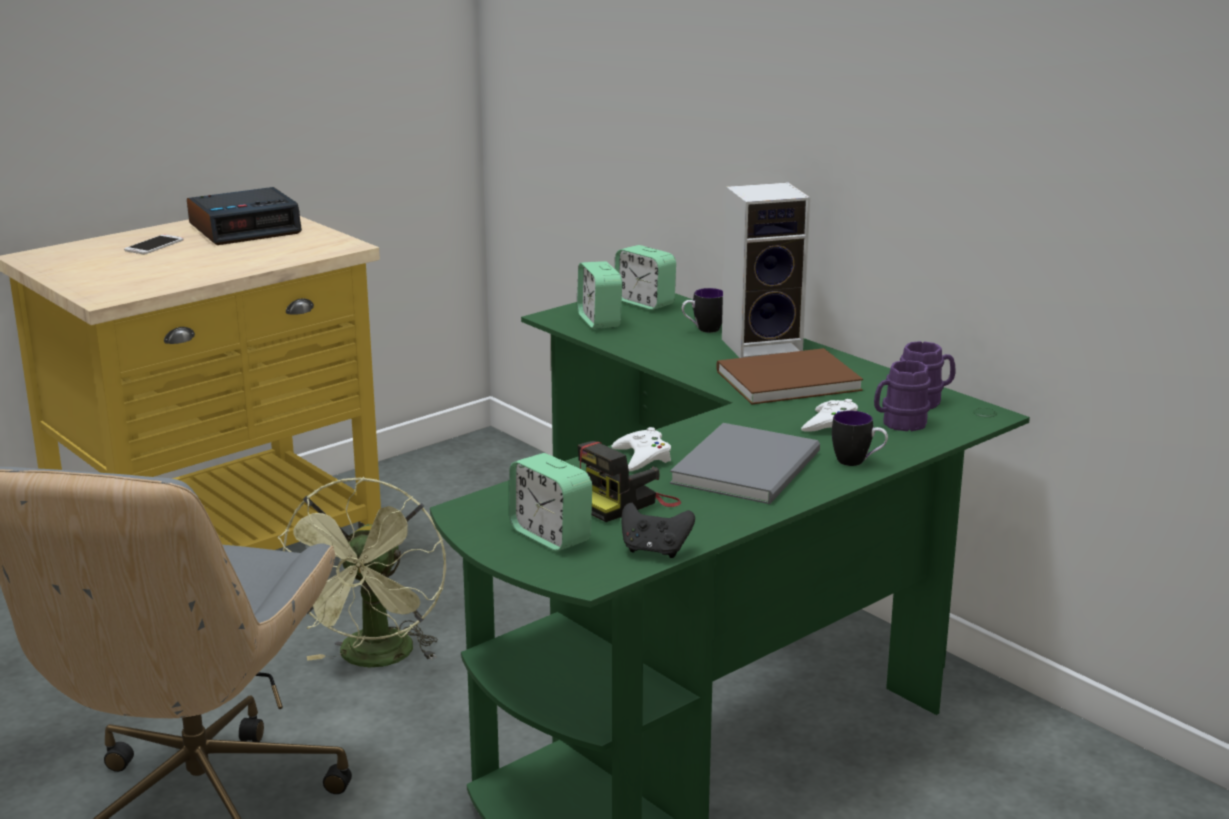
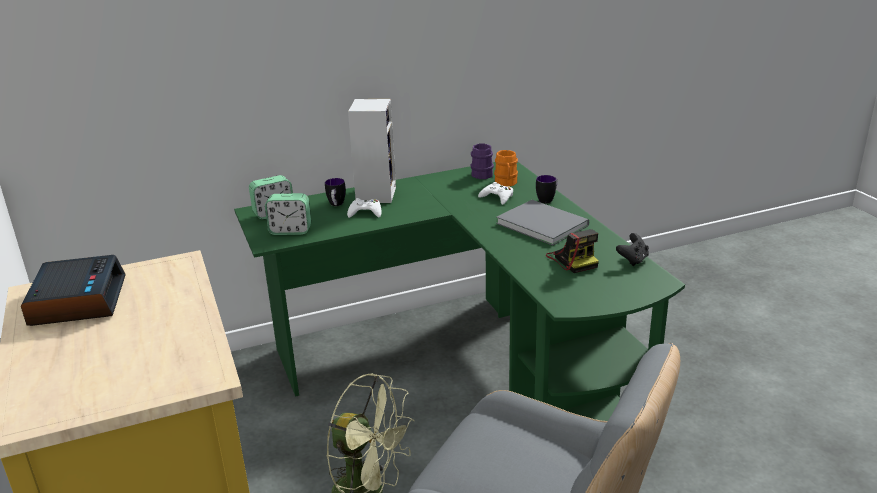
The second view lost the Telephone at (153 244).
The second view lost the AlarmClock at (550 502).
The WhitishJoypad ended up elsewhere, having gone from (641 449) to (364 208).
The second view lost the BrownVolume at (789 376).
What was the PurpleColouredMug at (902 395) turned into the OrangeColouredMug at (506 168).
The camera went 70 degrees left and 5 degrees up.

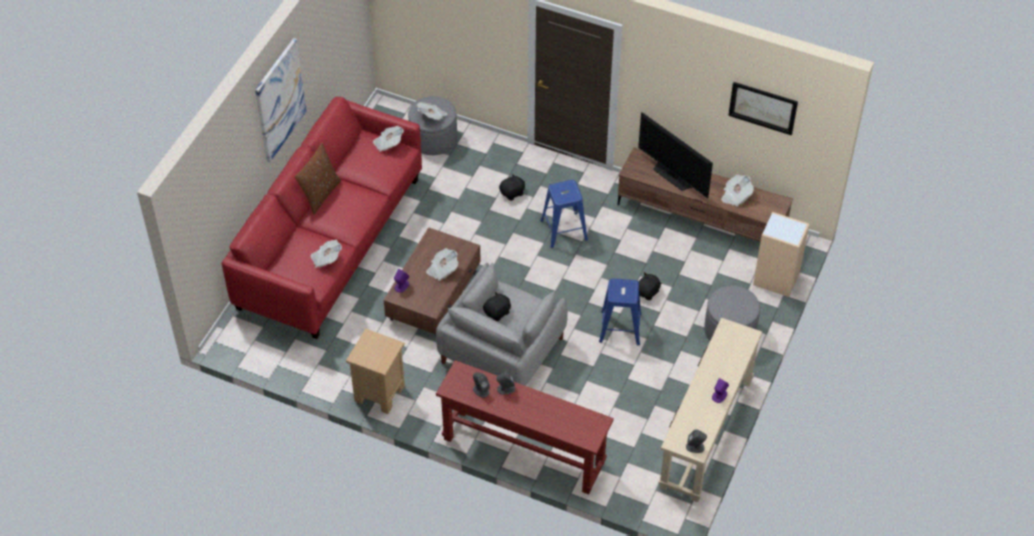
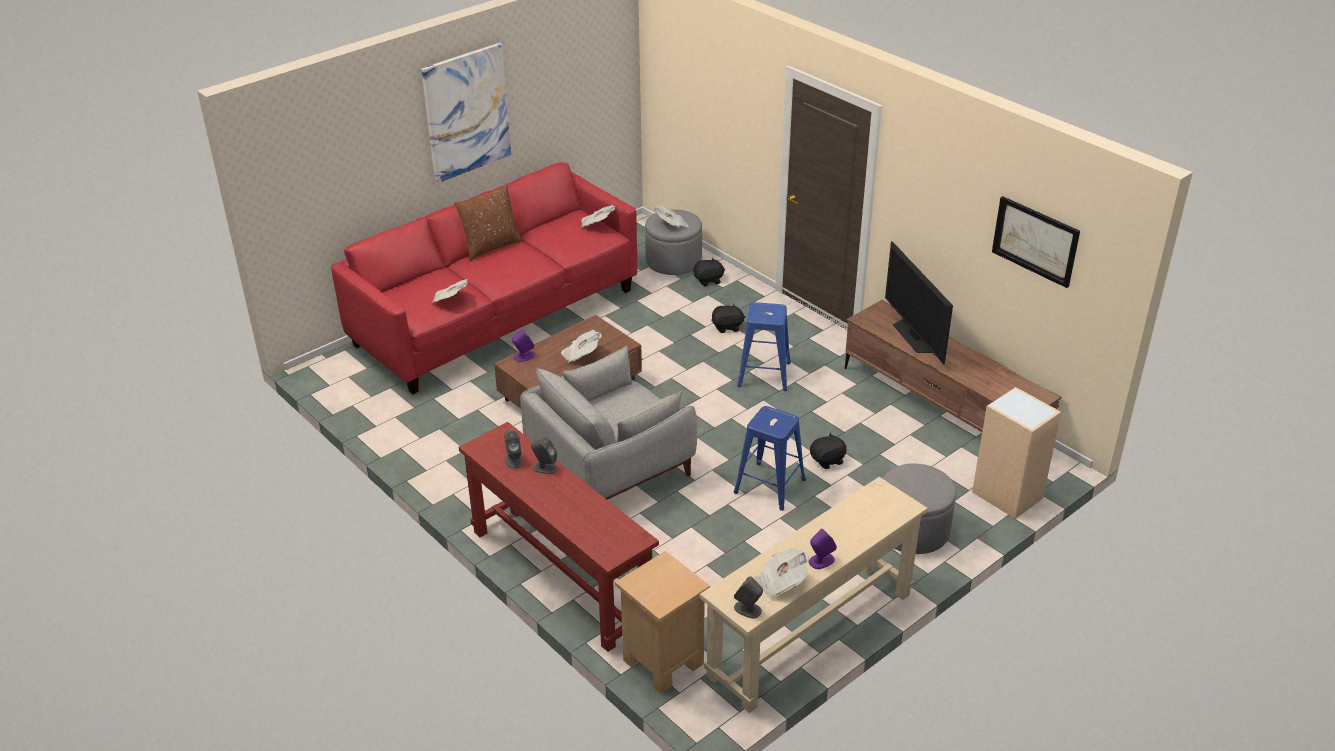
The BeigeColouredNightstand ended up elsewhere, having gone from (375 371) to (662 622).
The BlackColouredCuddlyToy ended up elsewhere, having gone from (497 306) to (709 272).
The Newspaper ended up elsewhere, having gone from (737 191) to (781 572).
The camera went 25 degrees right and 15 degrees down.

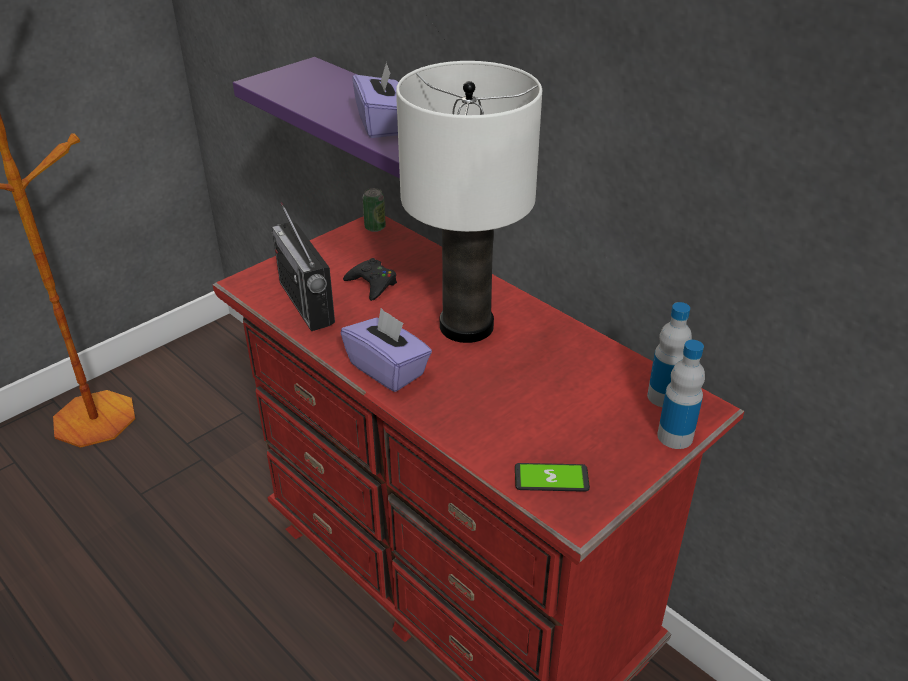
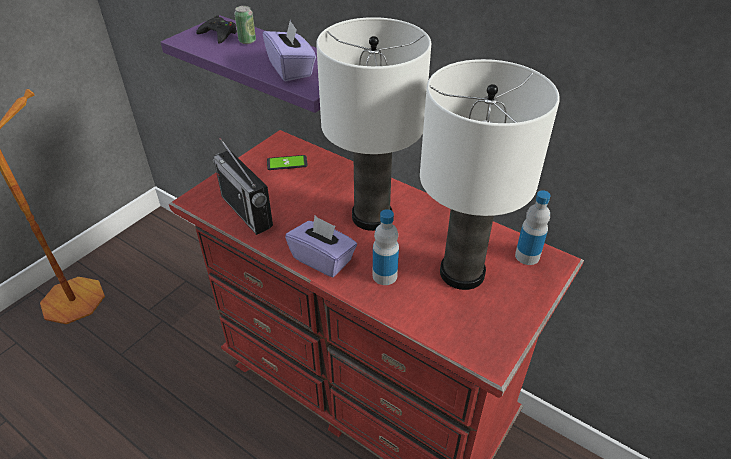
The BlackColouredJoypad ended up elsewhere, having gone from (370 279) to (216 29).
The MetalCan ended up elsewhere, having gone from (374 210) to (245 25).
The Telephone ended up elsewhere, having gone from (552 477) to (287 162).
The DrinkBottle ended up elsewhere, having gone from (681 394) to (386 247).
The second view gained the WhitishLampForATable at (490 174).
The camera went 10 degrees left and 5 degrees up.

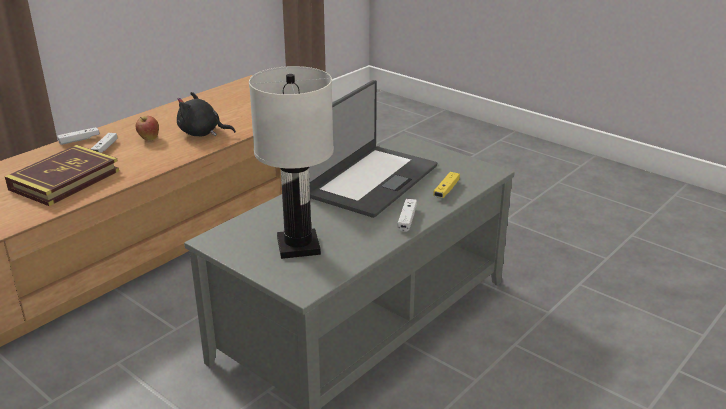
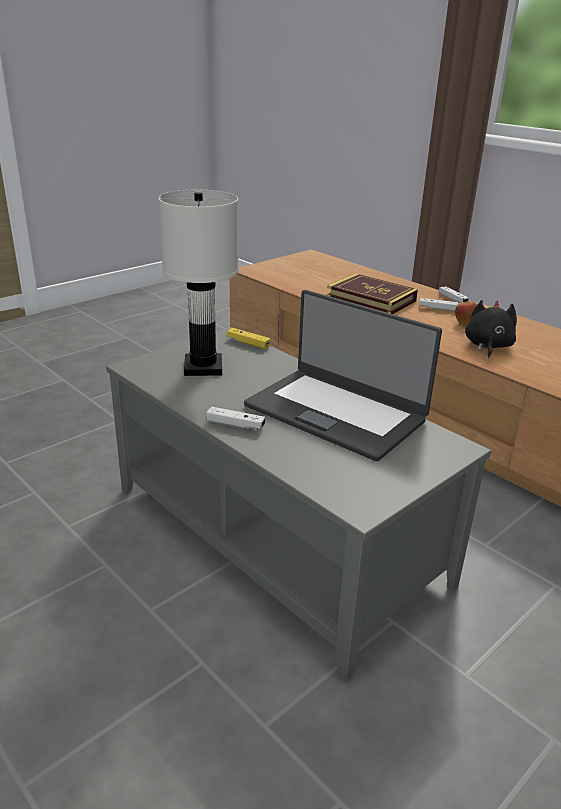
The YellowishJoypad ended up elsewhere, having gone from (446 185) to (248 338).
The camera went 95 degrees right and 0 degrees up.

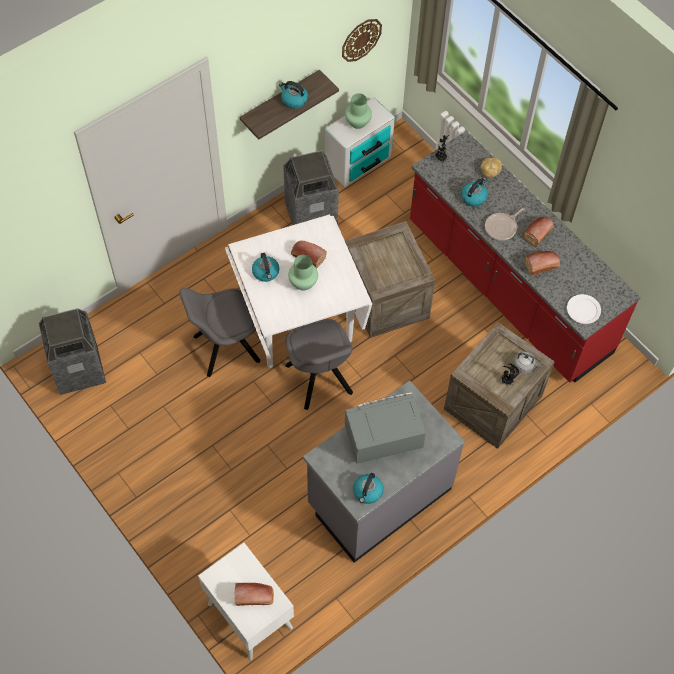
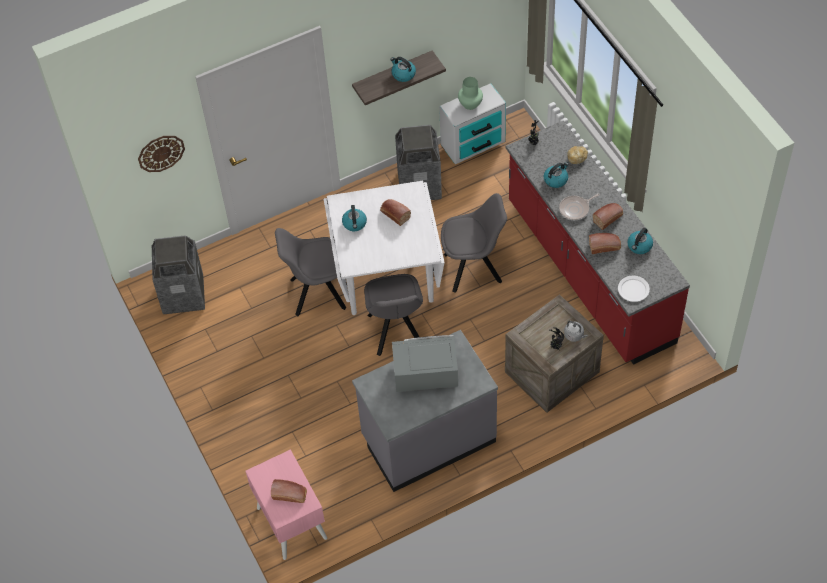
What was the WhitishNightstand at (246 601) turned into the PinkNightstand at (286 504).
The second view lost the GreenishDecorativeVase at (303 272).
The ClockOnTheWall ended up elsewhere, having gone from (362 40) to (161 154).
Where the PackingCrate stood at (390 279), the GrayPlainChair came to stand at (474 243).
The WaterKettle ended up elsewhere, having gone from (368 488) to (640 241).
The camera went 15 degrees right and 5 degrees down.

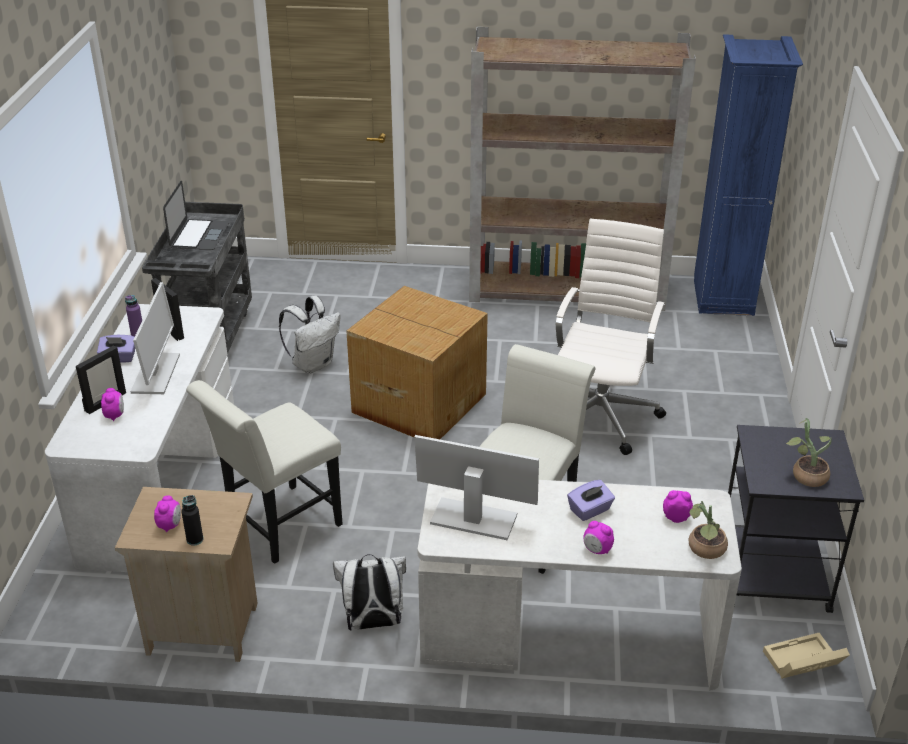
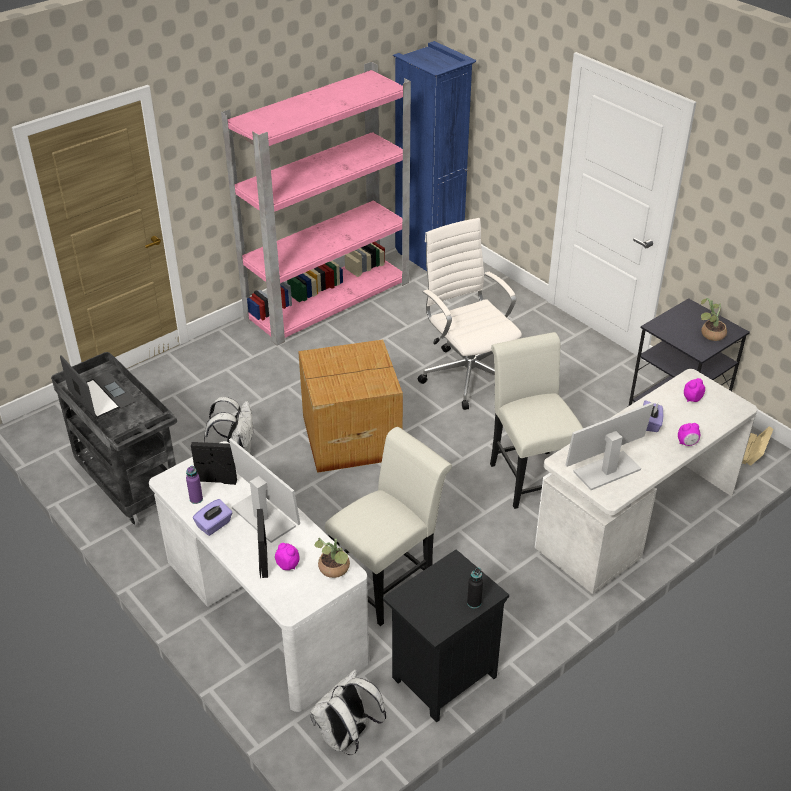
What was the BeigeColouredNightstand at (186 574) turned into the BlackColouredNightstand at (446 635).
The second view lost the AlarmClock at (167 513).
The WhitishPlainChair at (264 472) ended up facing another way, 135 degrees counterclockwise from before.
The WhitishKnapsack ended up elsewhere, having gone from (369 592) to (348 712).
What was the BrownBookshelf at (582 169) turned into the PinkBookshelf at (316 204).
The PlantInAPot ended up elsewhere, having gone from (708 530) to (332 558).
The camera went 45 degrees left and 5 degrees up.

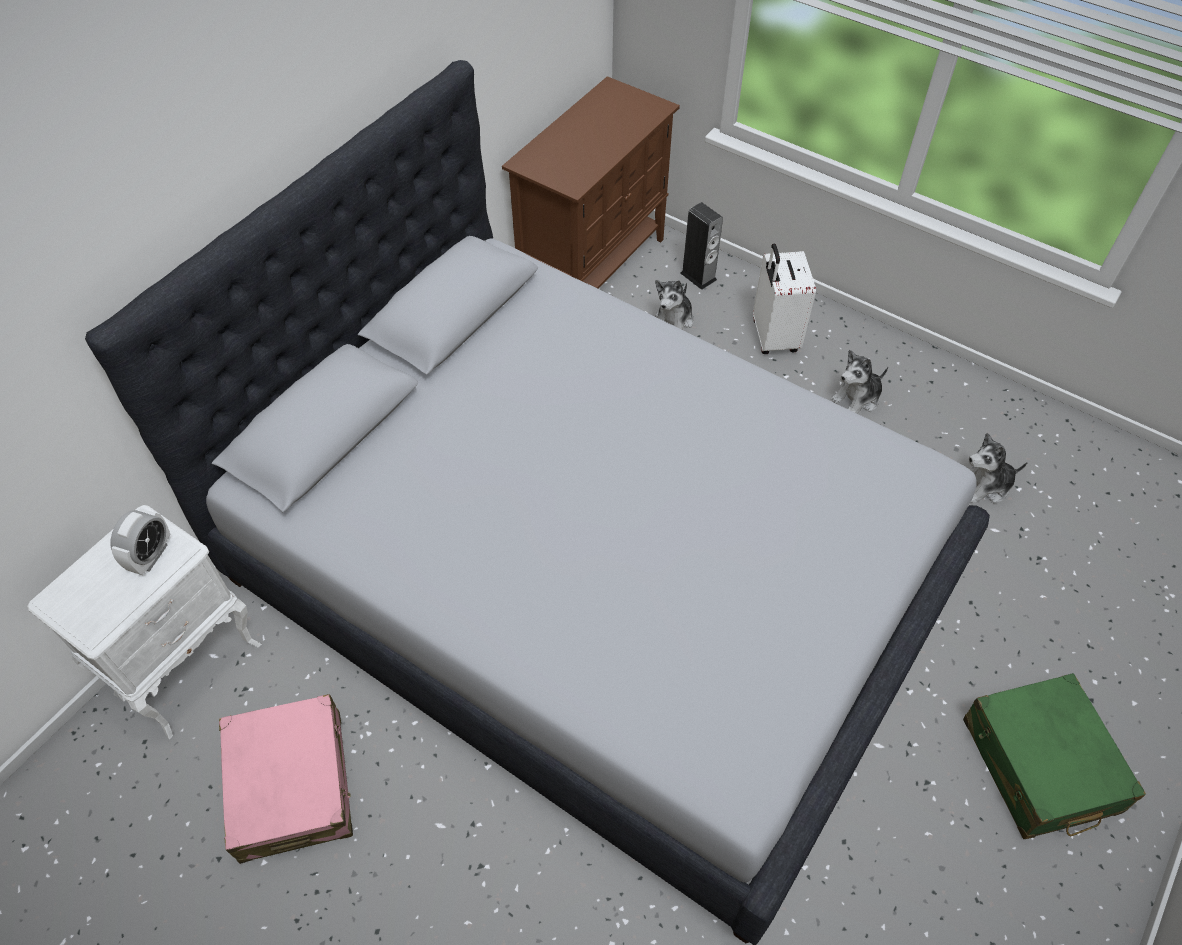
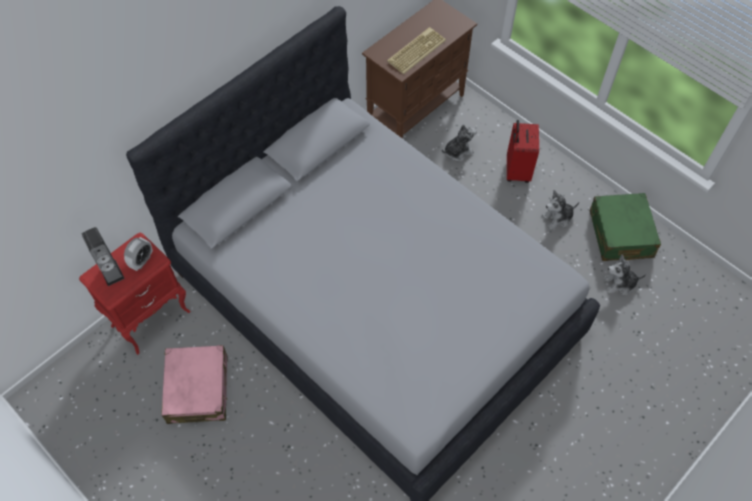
What was the WhitishNightstand at (144 622) turned into the RedColouredNightstand at (135 293).
The CuddlyToy at (674 305) ended up facing another way, 150 degrees counterclockwise from before.
The AudioSpeaker ended up elsewhere, having gone from (701 246) to (103 256).
What was the WhitishTravelCase at (784 299) turned into the RedColouredTravelCase at (523 151).
The GreenishTravelCase ended up elsewhere, having gone from (1054 756) to (625 227).
The second view gained the Keyboard at (416 50).
The camera went 10 degrees right and 5 degrees up.

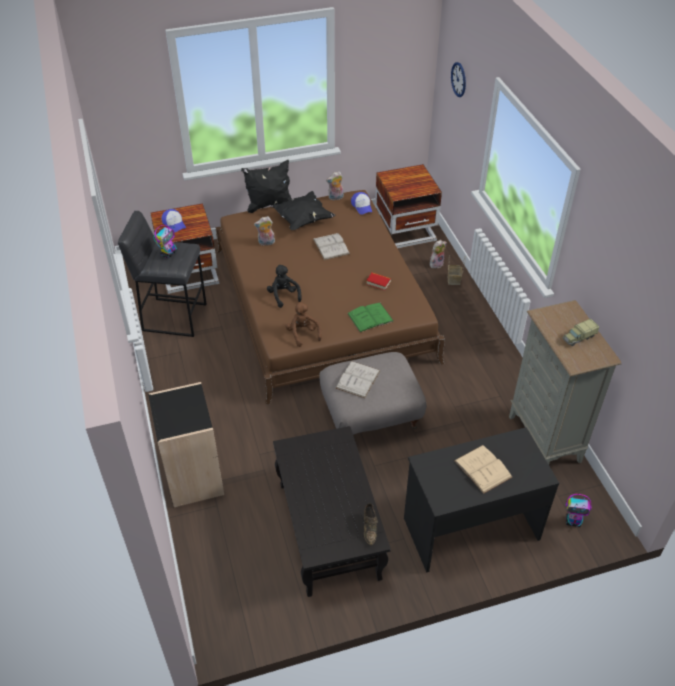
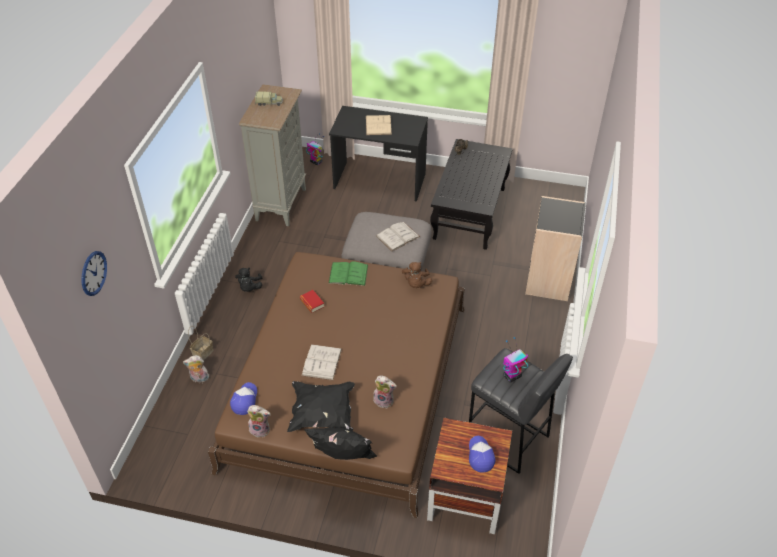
The BlackColouredCuddlyToy ended up elsewhere, having gone from (284 286) to (249 280).
The second view lost the Nightstand at (408 206).
The camera went 150 degrees left and 0 degrees up.

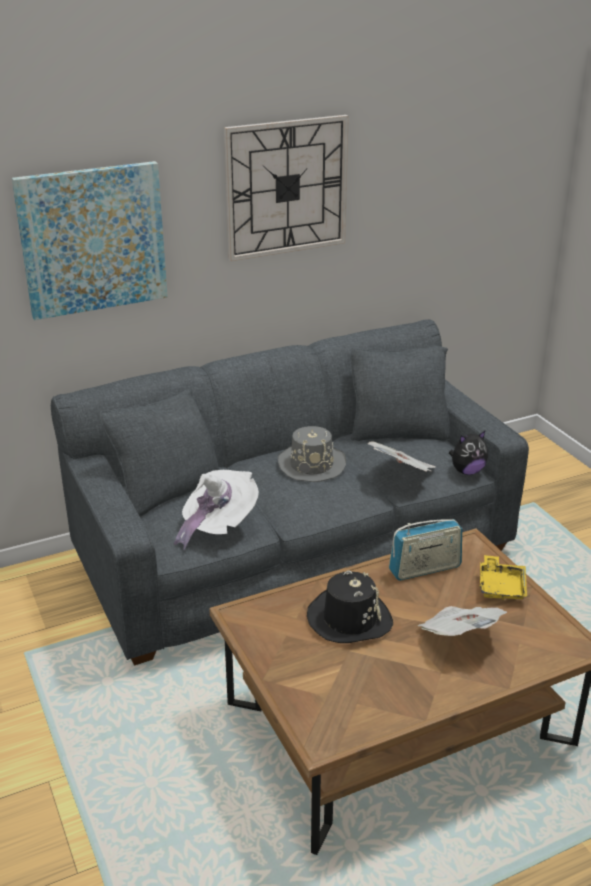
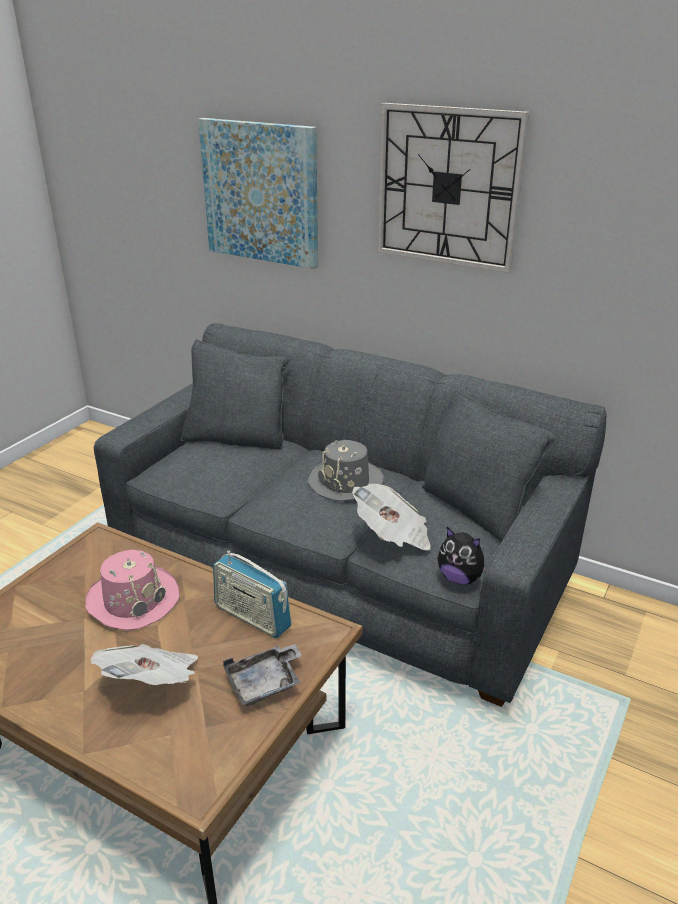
The second view lost the WhitishClothingHat at (216 510).
What was the BlackColouredClothingHat at (350 606) turned into the PinkClothingHat at (132 590).
What was the YellowishTray at (503 577) turned into the GrayTray at (262 675).
The camera went 55 degrees right and 0 degrees up.

